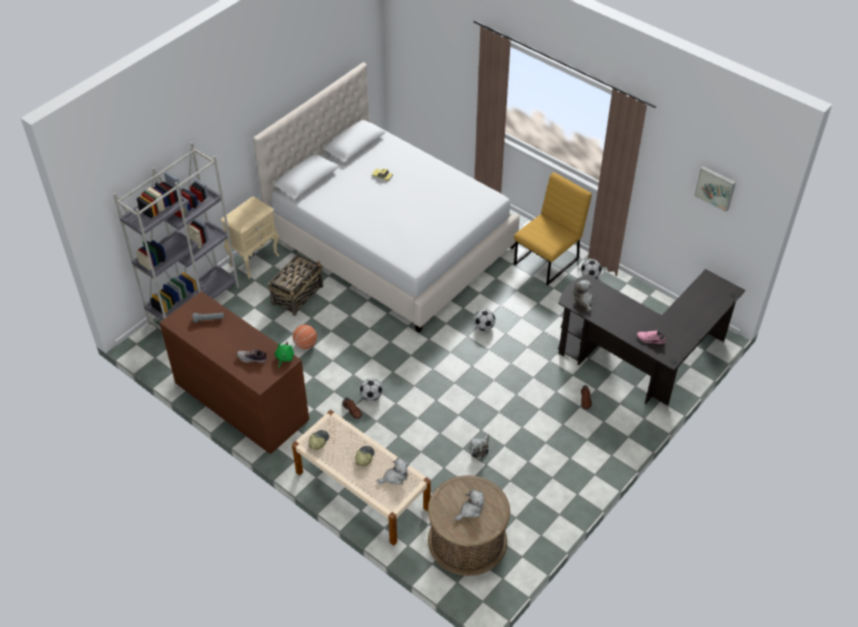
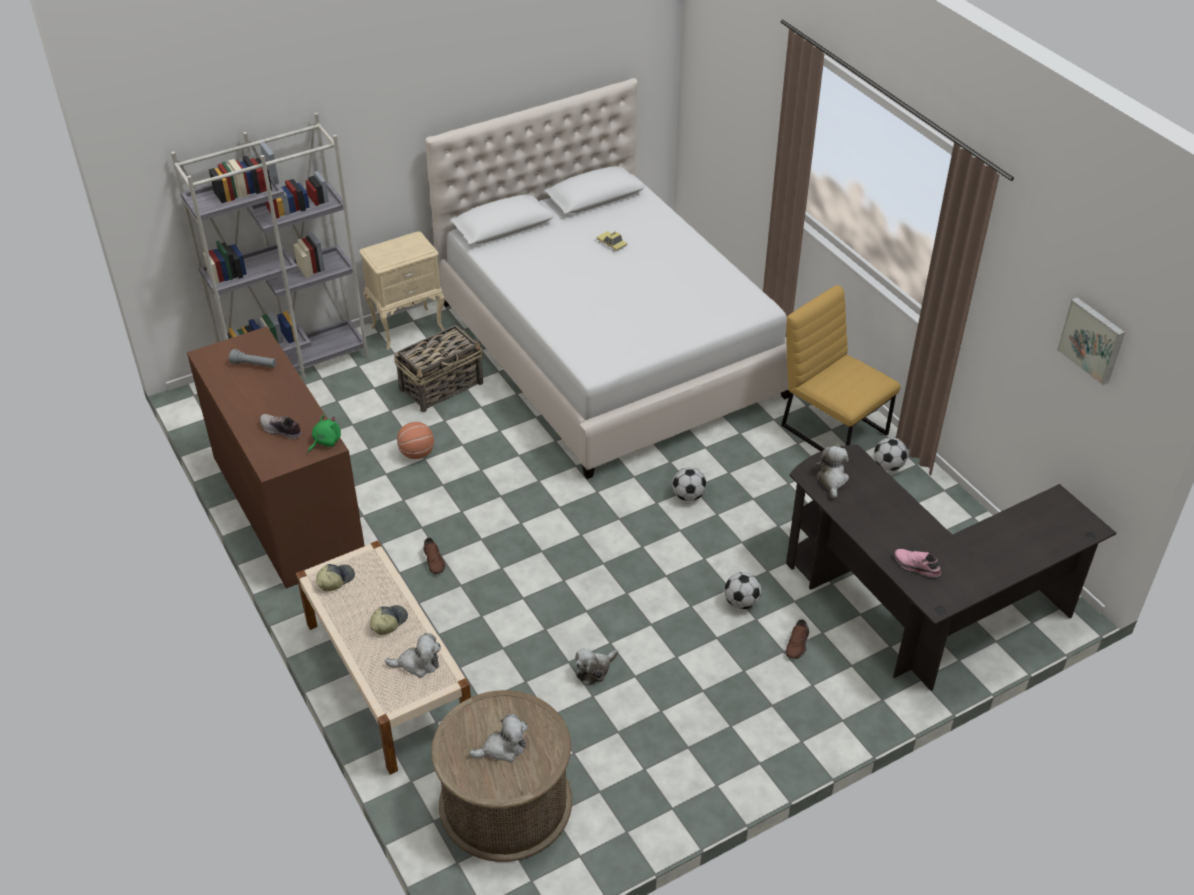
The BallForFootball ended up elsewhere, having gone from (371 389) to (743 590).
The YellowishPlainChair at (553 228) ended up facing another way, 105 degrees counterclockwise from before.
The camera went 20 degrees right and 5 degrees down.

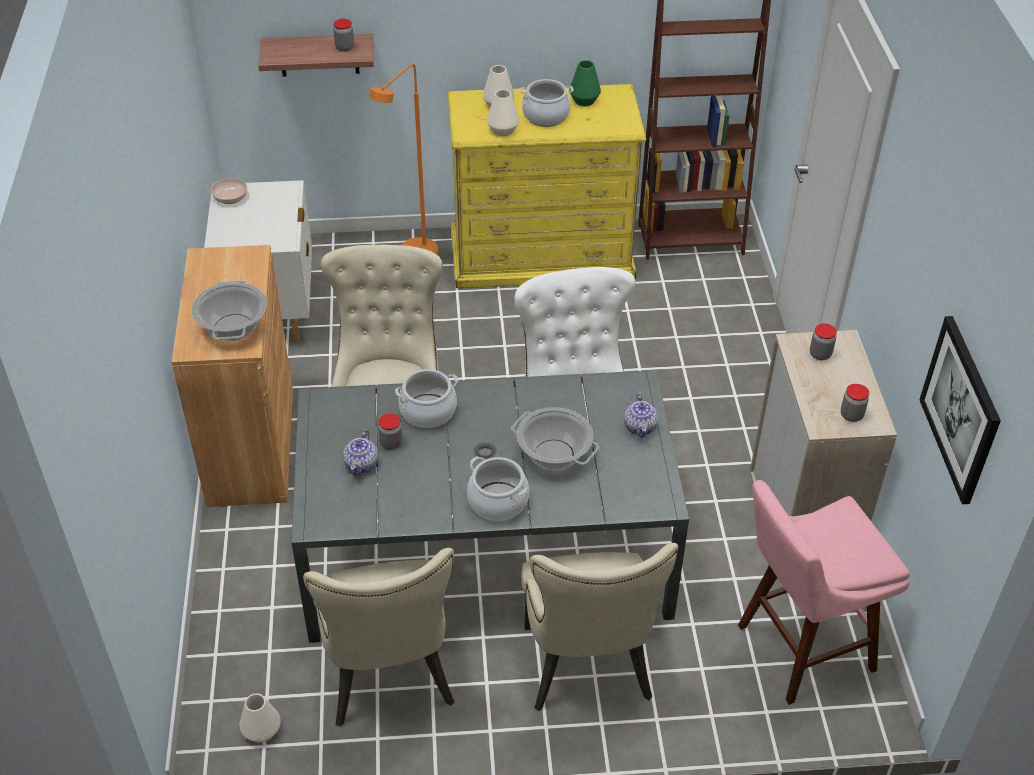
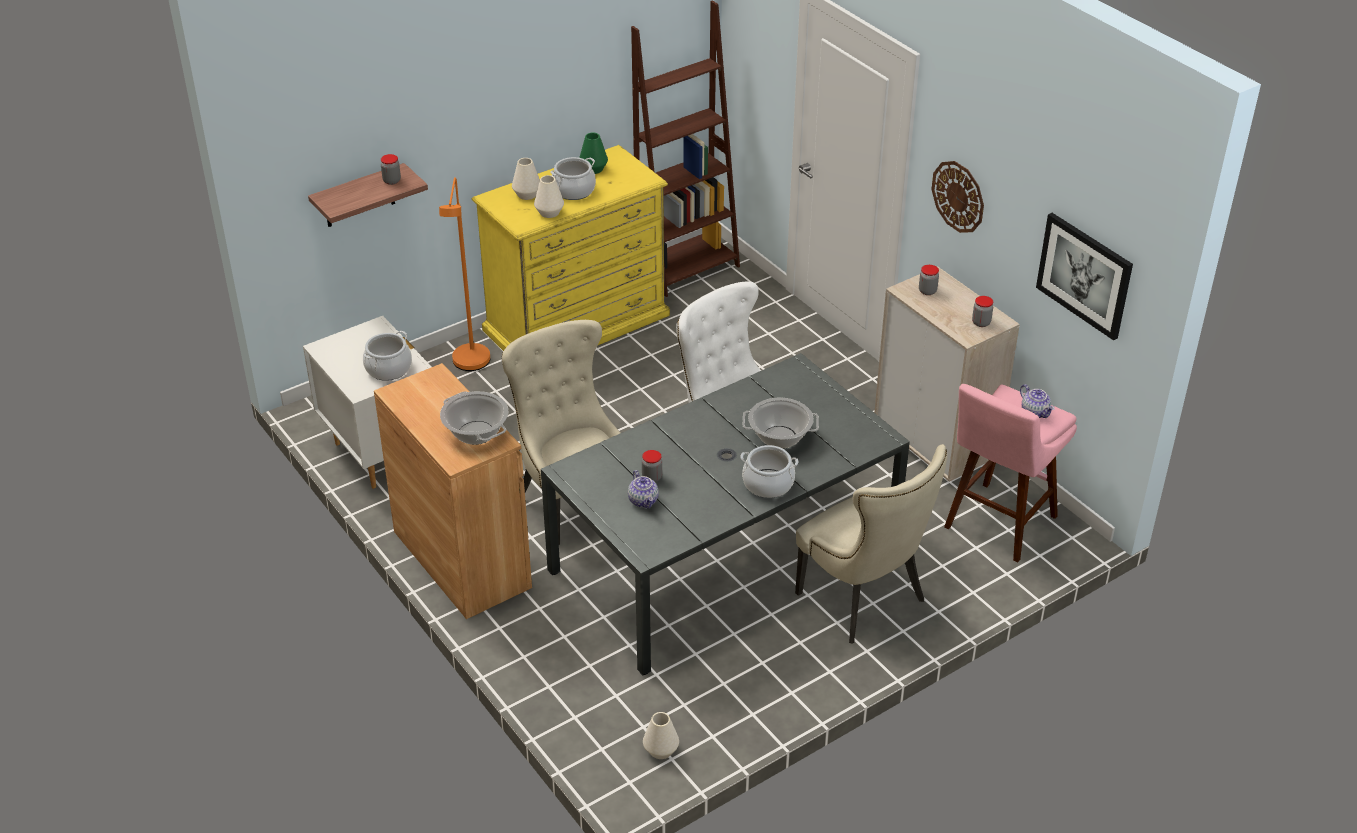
The second view lost the Bowl at (229 191).
The second view lost the BeigeColouredPlainChair at (379 637).
The Stockpot ended up elsewhere, having gone from (426 398) to (387 356).
The Teapot ended up elsewhere, having gone from (641 415) to (1037 401).
The second view gained the ClockOnTheWall at (957 197).
The camera went 30 degrees left and 5 degrees down.

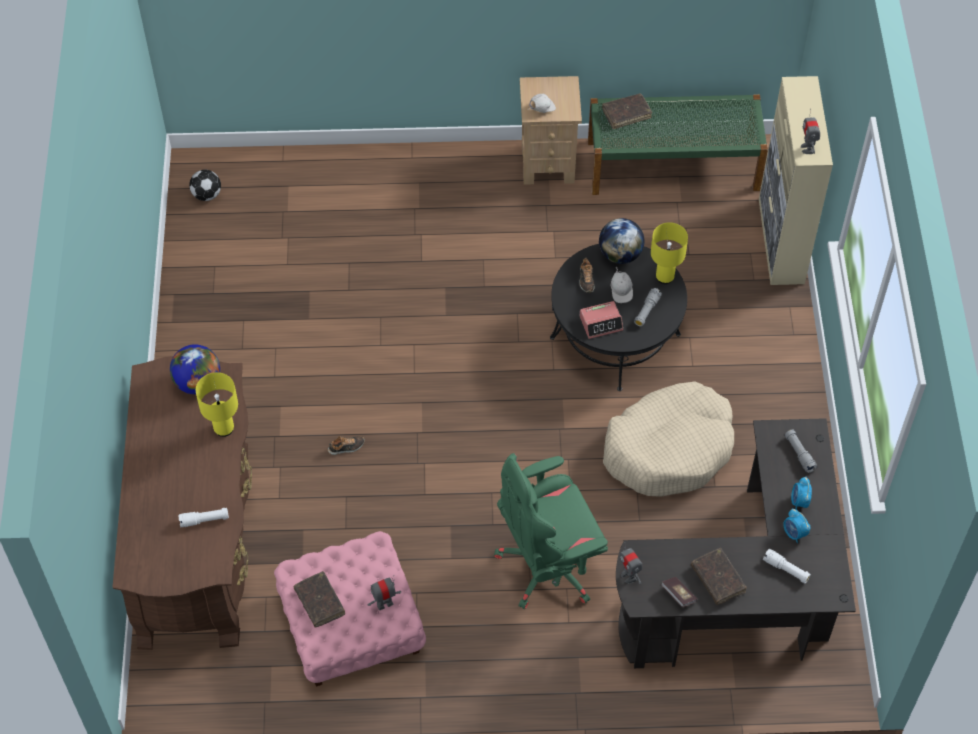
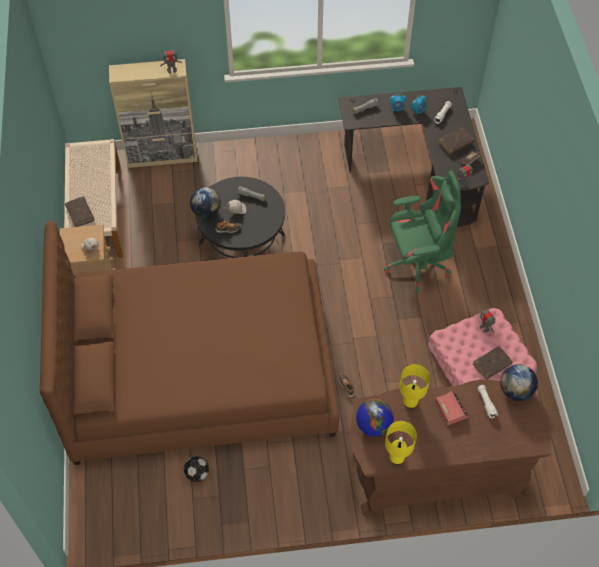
The BallForFootball ended up elsewhere, having gone from (205 185) to (196 469).
The GreenishOfficeChair at (551 531) ended up facing another way, 75 degrees counterclockwise from before.
The AlarmClock ended up elsewhere, having gone from (601 320) to (452 408).
What was the GreenishBench at (678 144) turned into the BeigeColouredBench at (93 198).
The second view lost the BeigeColouredDogBed at (668 439).
The YellowishLampForATable ended up elsewhere, having gone from (669 253) to (401 443).
The second view gained the BrownBed at (189 343).
The second view gained the Globe at (519 382).
The camera went 95 degrees left and 0 degrees up.

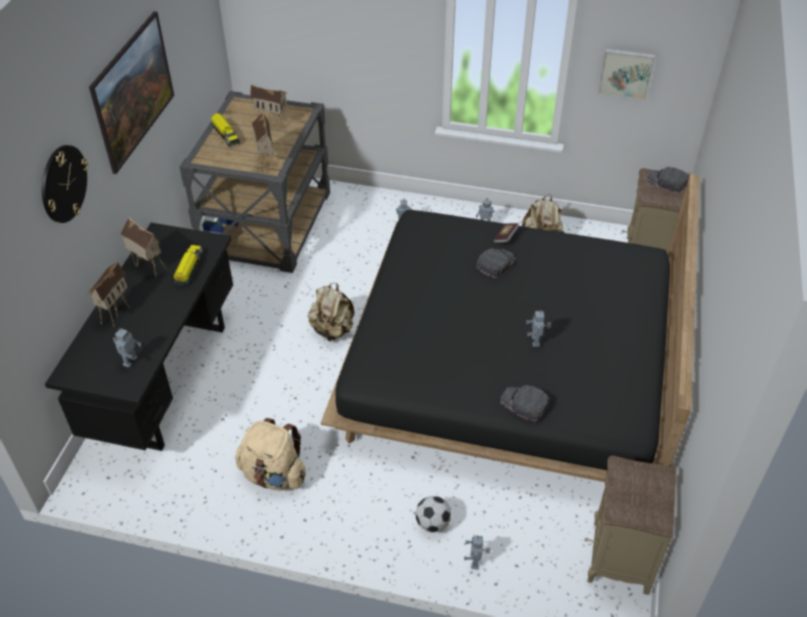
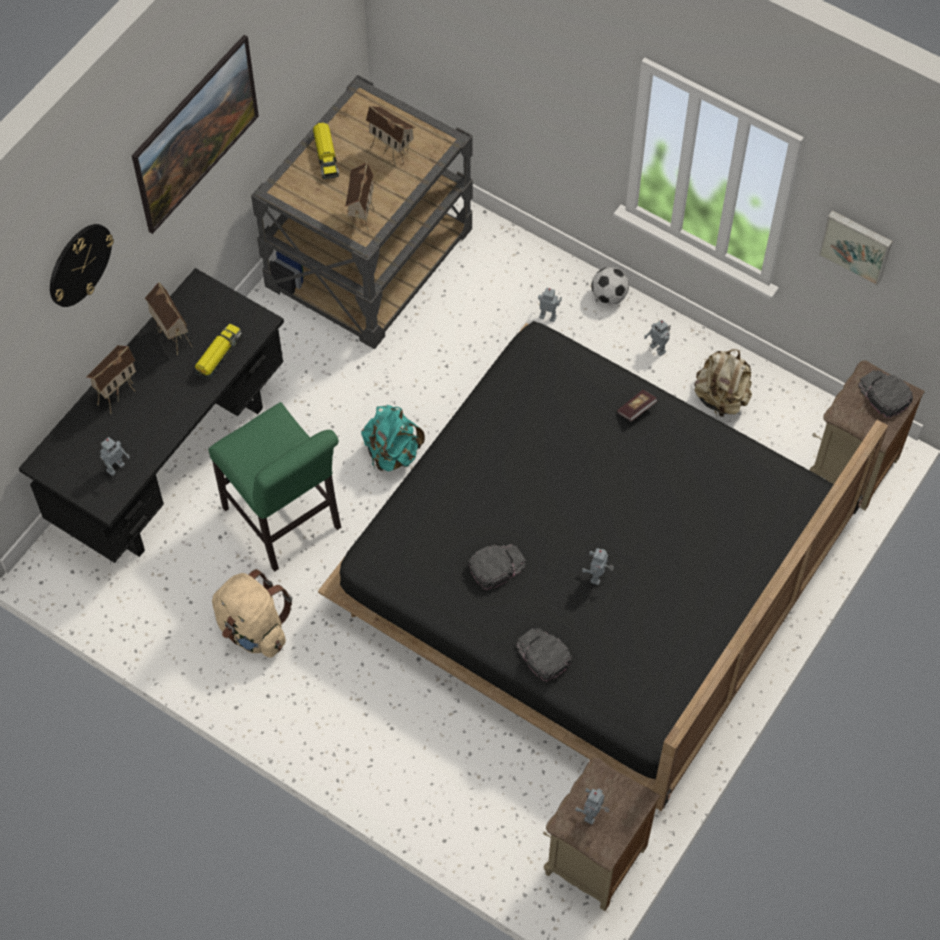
What was the BeigeColouredKnapsack at (331 312) turned into the BlueGreenKnapsack at (393 438).
The BallForFootball ended up elsewhere, having gone from (433 514) to (610 285).
The RobotFigure ended up elsewhere, having gone from (477 552) to (592 806).
The BlackColouredCap ended up elsewhere, having gone from (496 263) to (497 567).
The second view gained the GreenishStool at (274 487).
The camera went 20 degrees right and 15 degrees up.

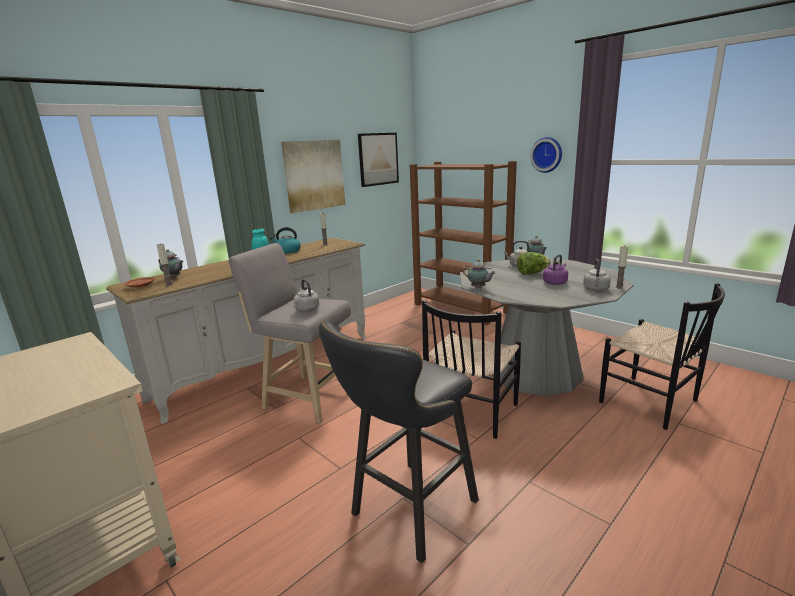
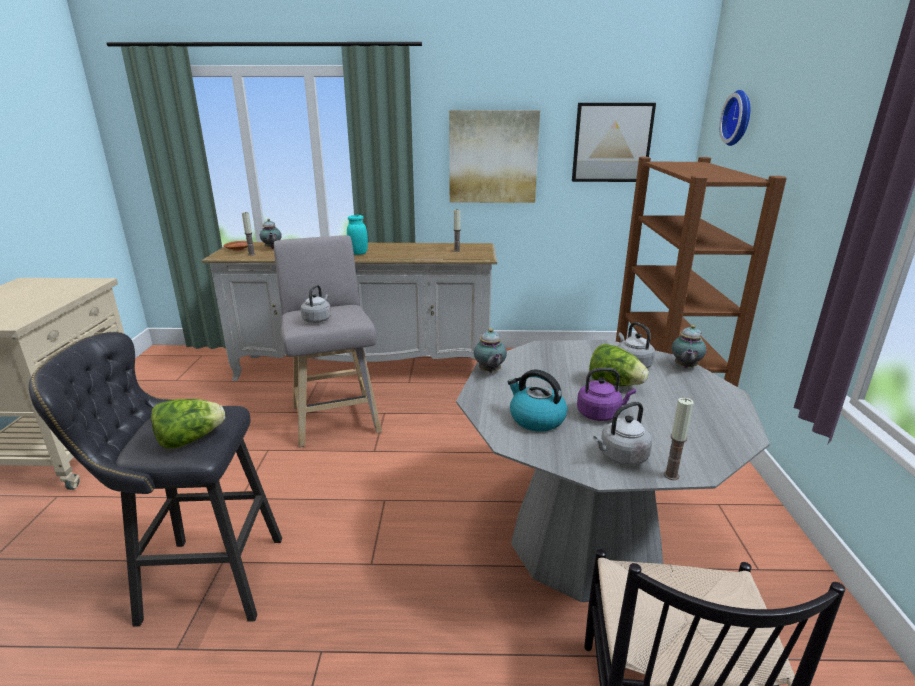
The WaterKettle ended up elsewhere, having gone from (285 240) to (537 400).
The second view lost the BlackColouredPlainChair at (471 369).
The ClockOnTheWall ended up elsewhere, having gone from (546 155) to (734 118).
The second view gained the HeadOfLettuce at (188 424).
The camera went 45 degrees right and 5 degrees up.

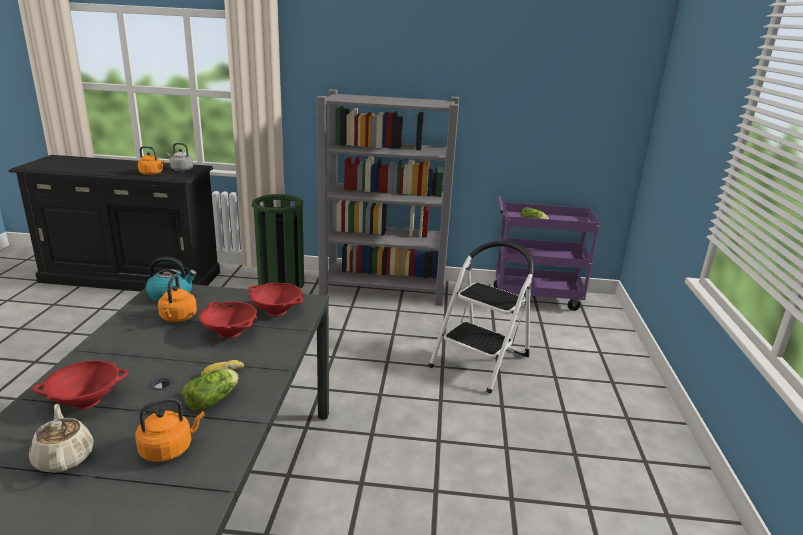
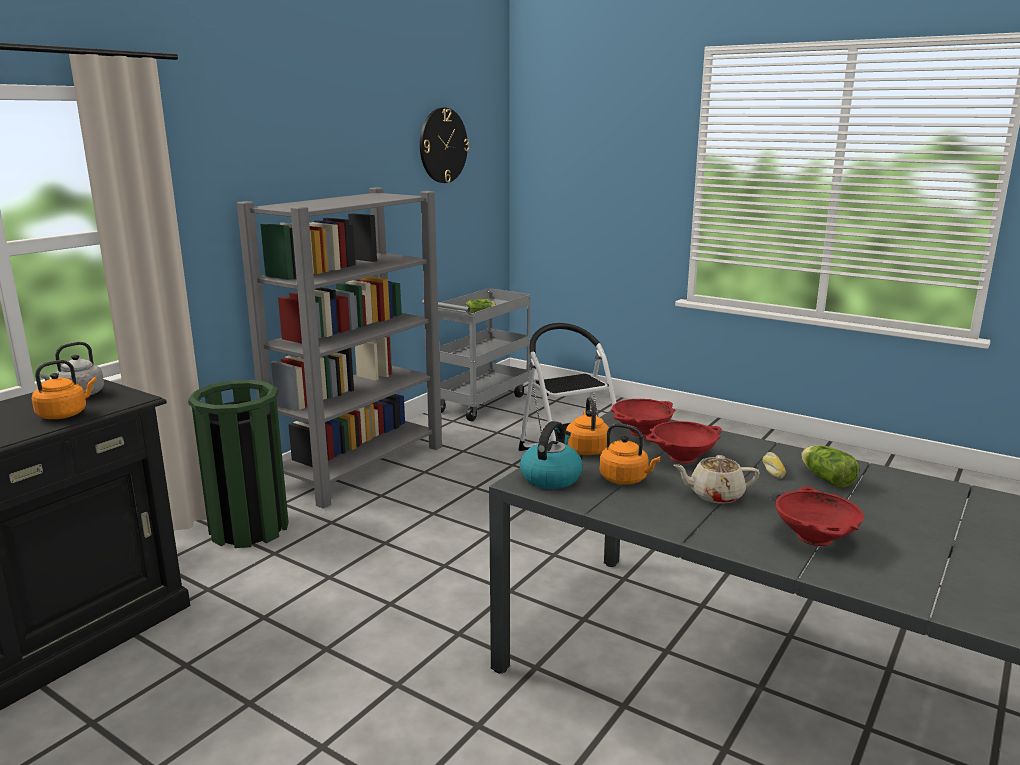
The BeigeColouredTeapot ended up elsewhere, having gone from (61 438) to (716 479).
The OrangeColouredWaterKettle ended up elsewhere, having gone from (170 429) to (587 426).
What was the PurpleColouredWheeledCart at (546 253) turned into the GrayWheeledCart at (476 354).
The second view gained the ClockOnTheWall at (444 145).
The camera went 60 degrees left and 5 degrees down.

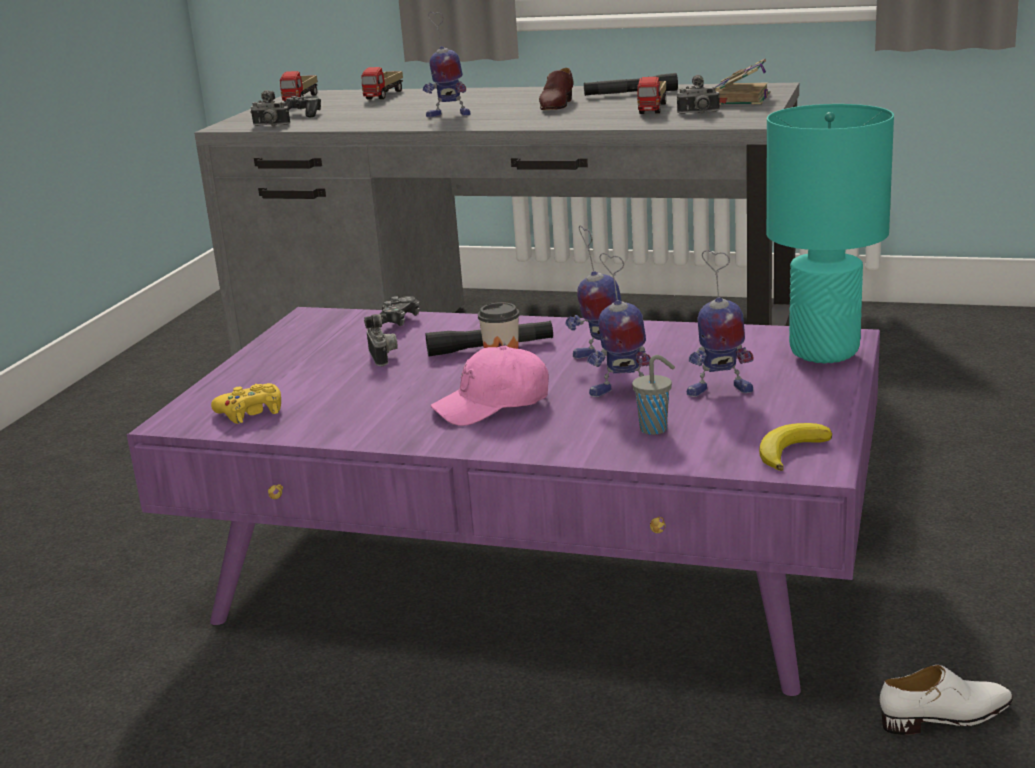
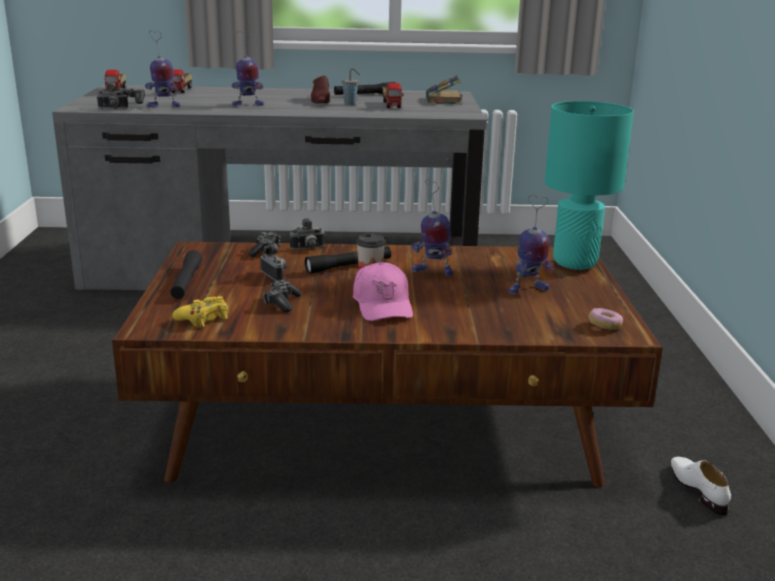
What was the PurpleColouredLoungeTable at (503 501) turned into the BrownLoungeTable at (387 364).
The PinkCap at (489 385) ended up facing another way, 60 degrees counterclockwise from before.
The RobotFigure ended up elsewhere, having gone from (619 325) to (162 68).
The GrayCup ended up elsewhere, having gone from (653 395) to (351 86).
The StillCamera ended up elsewhere, having gone from (698 94) to (307 234).
Where the Banana stood at (795 447), the RingDoughnut came to stand at (606 319).
The WhitishItemOfFootwear at (946 700) ended up facing another way, 75 degrees counterclockwise from before.
The second view gained the BlackColouredFlashlight at (186 274).
The second view gained the Joypad at (282 296).
The camera went 20 degrees left and 0 degrees up.

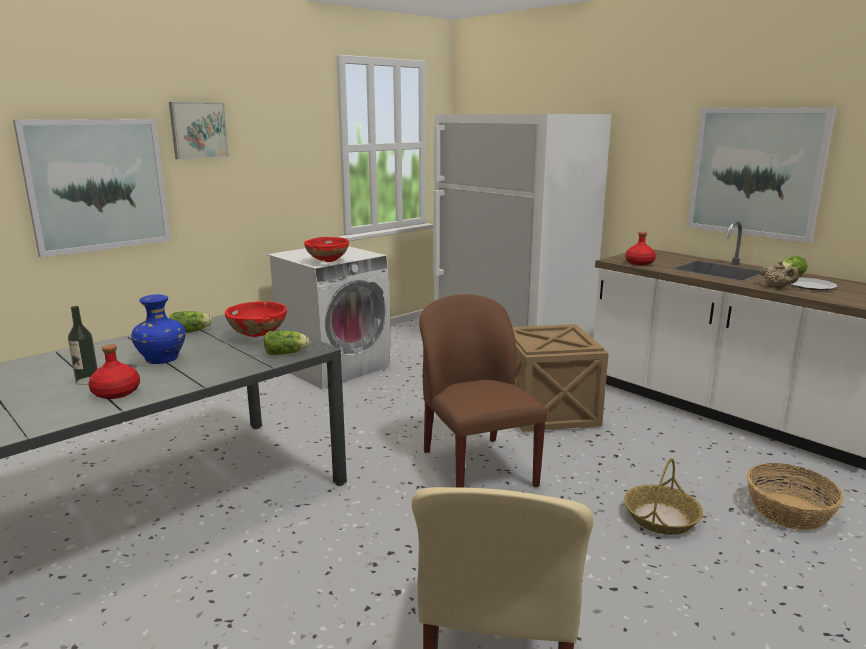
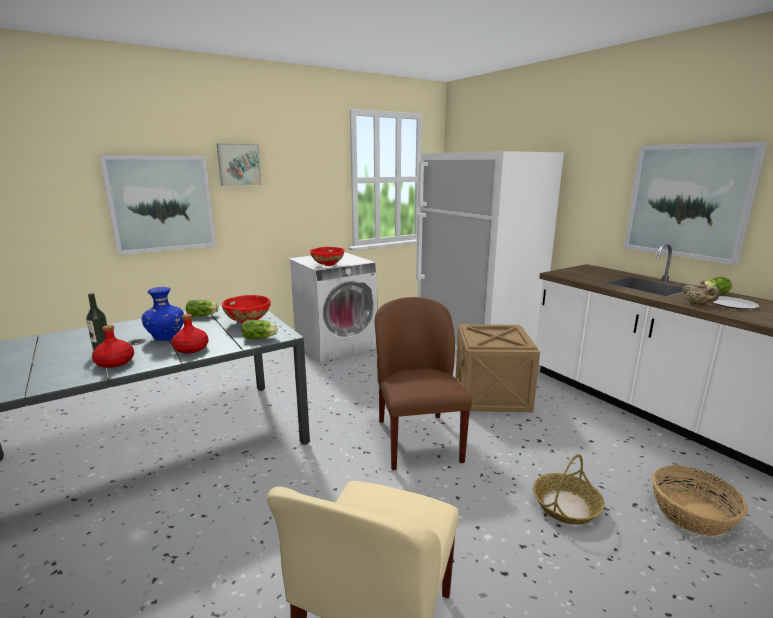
The RedColouredDrinkBottle ended up elsewhere, having gone from (640 248) to (190 334).
The camera went 10 degrees right and 0 degrees up.

